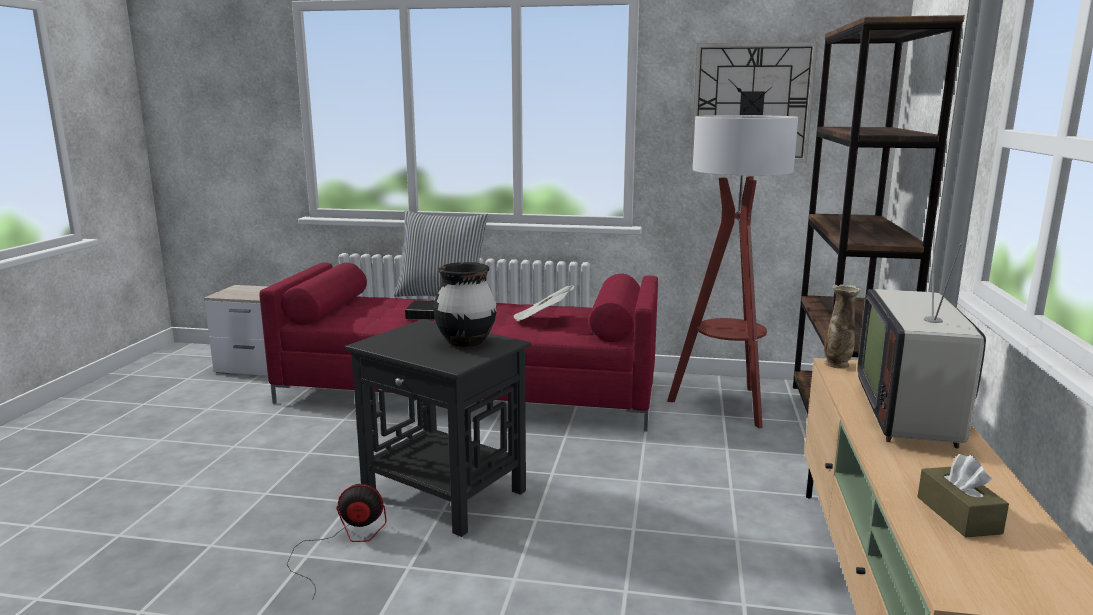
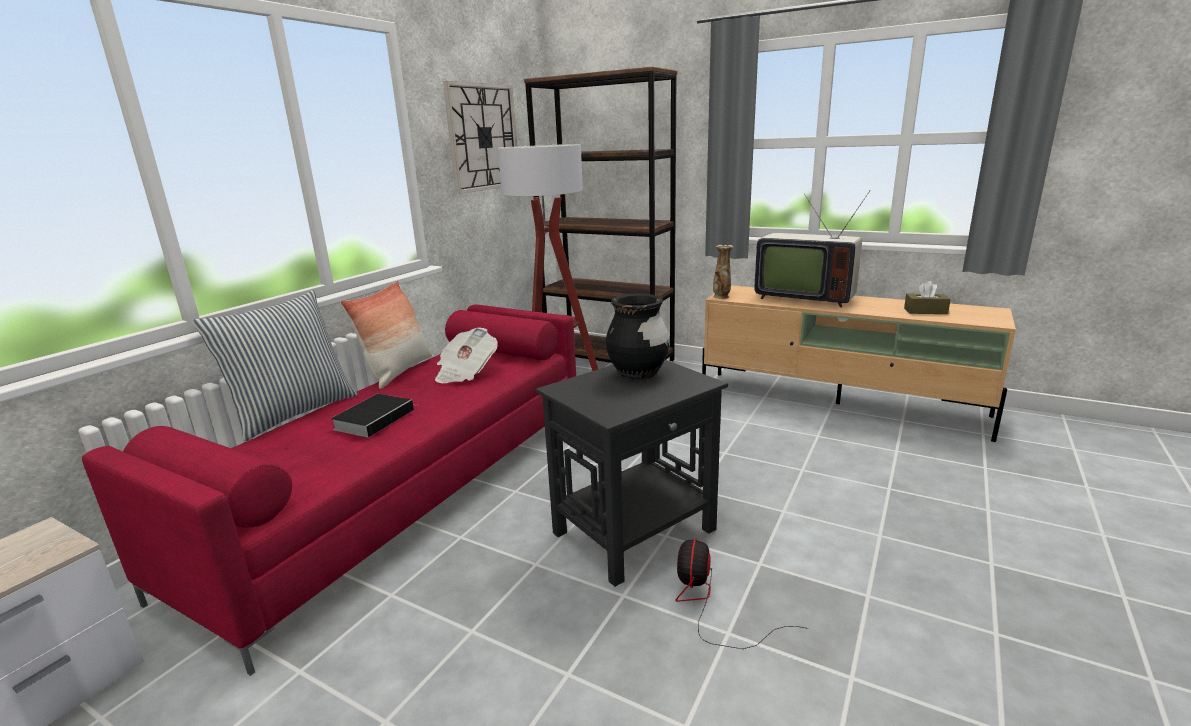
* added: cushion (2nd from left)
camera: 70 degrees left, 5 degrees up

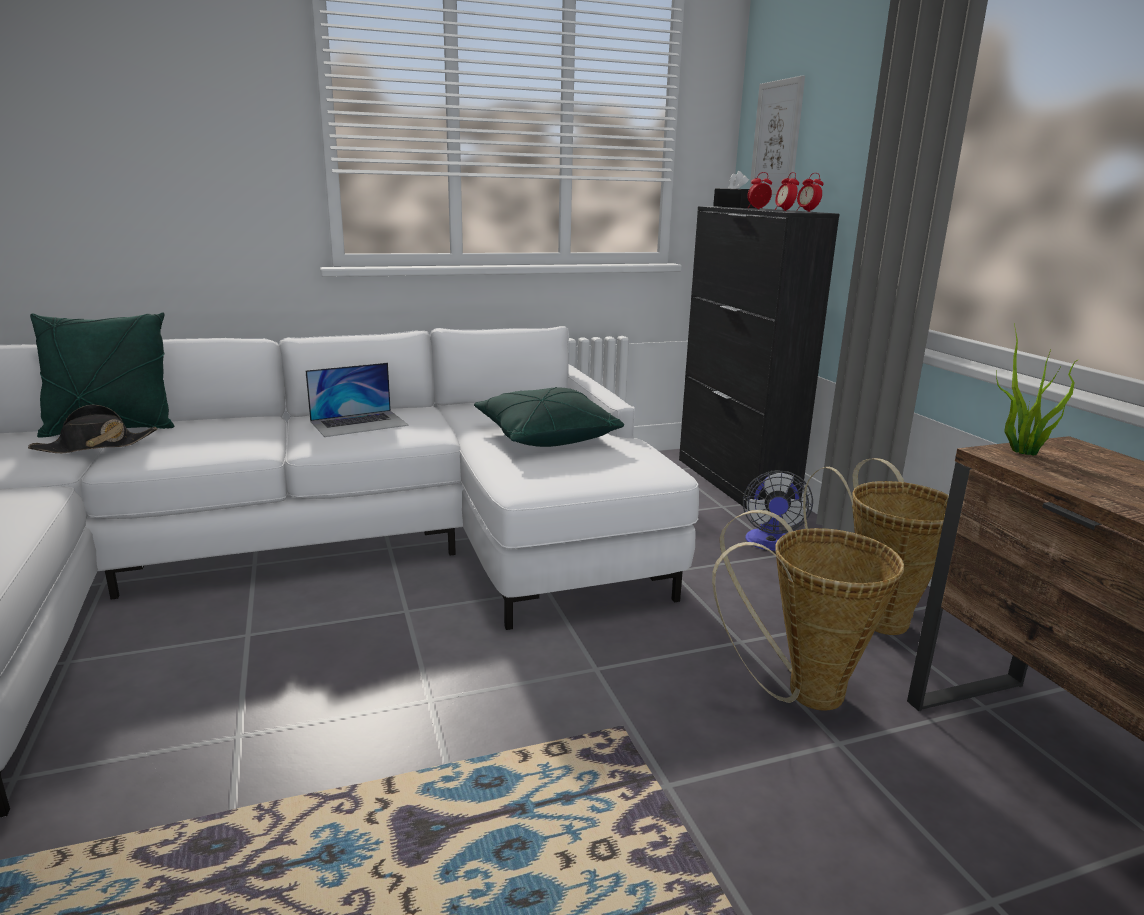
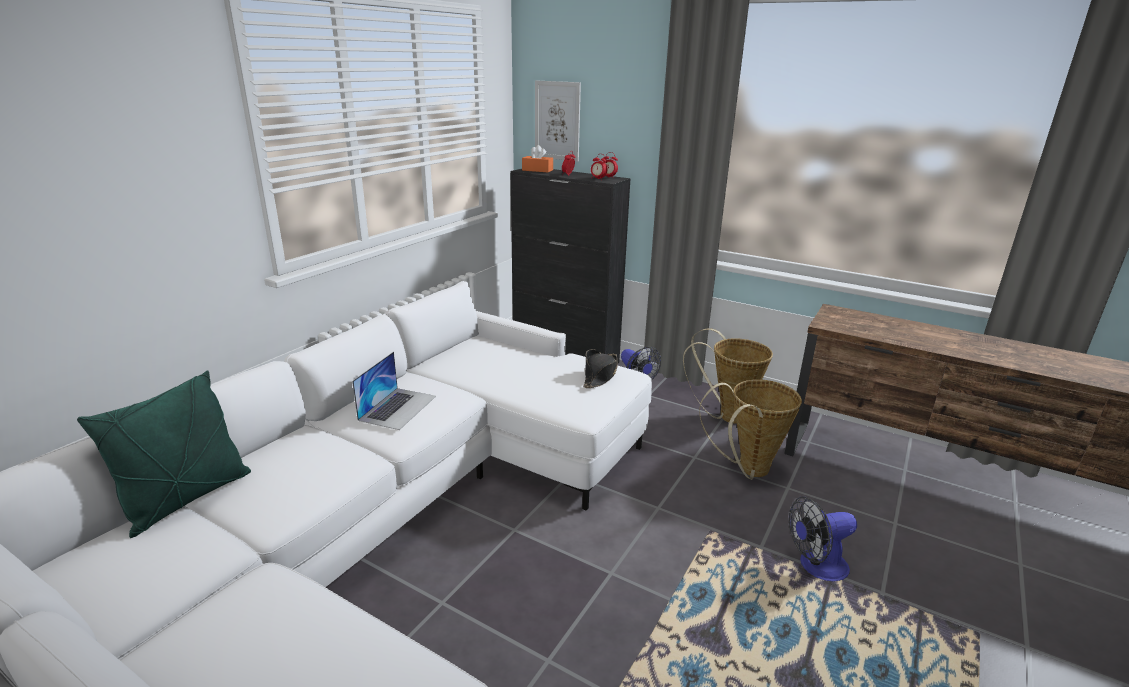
* moved: black wearable hat
* removed: greenish cushion (2nd from left)
* recoloured: black tissue holder to orange tissue holder
* removed: plant in a pot
* added: electric fan (2nd from left)
camera: 40 degrees left, 5 degrees up

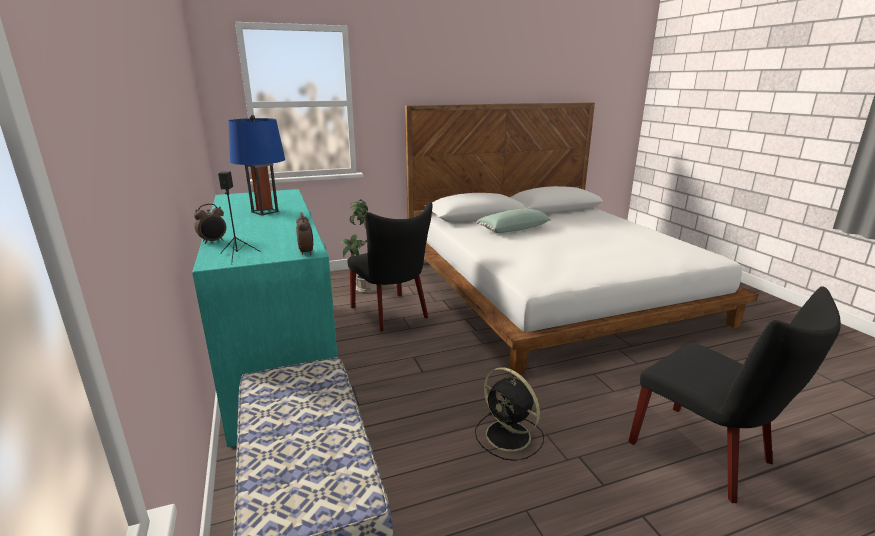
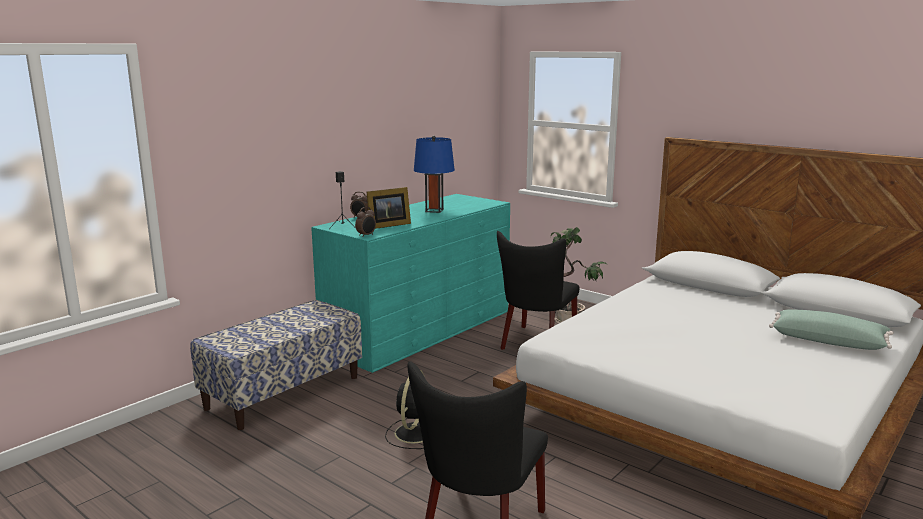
* moved: greenish cushion
* added: photo frame
camera: 60 degrees right, 5 degrees down

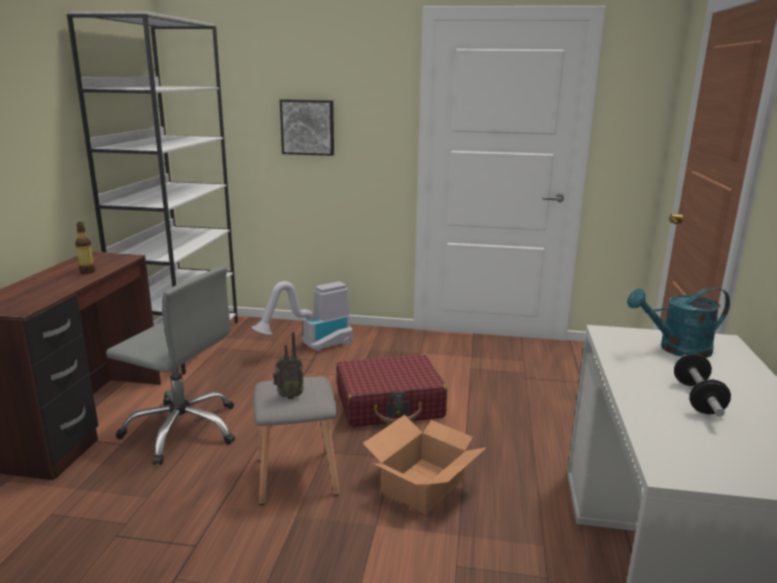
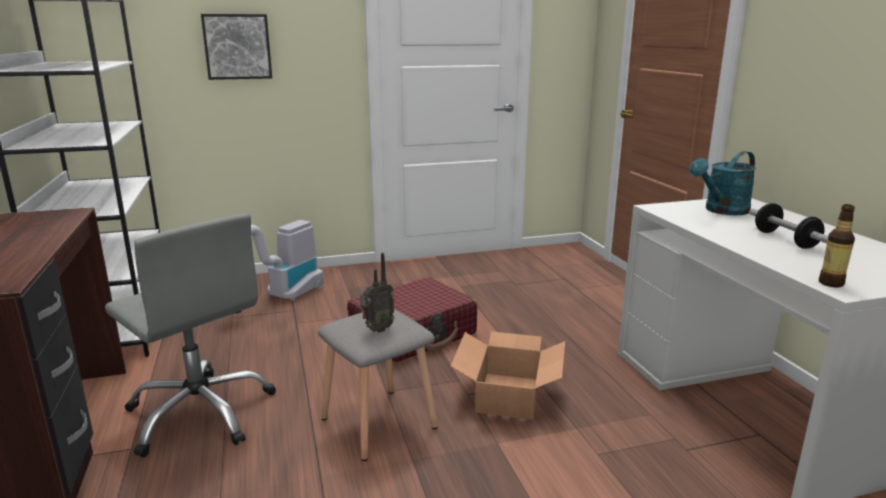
* moved: beverage bottle
* turned: gray office chair 45 degrees clockwise
camera: 25 degrees left, 0 degrees up

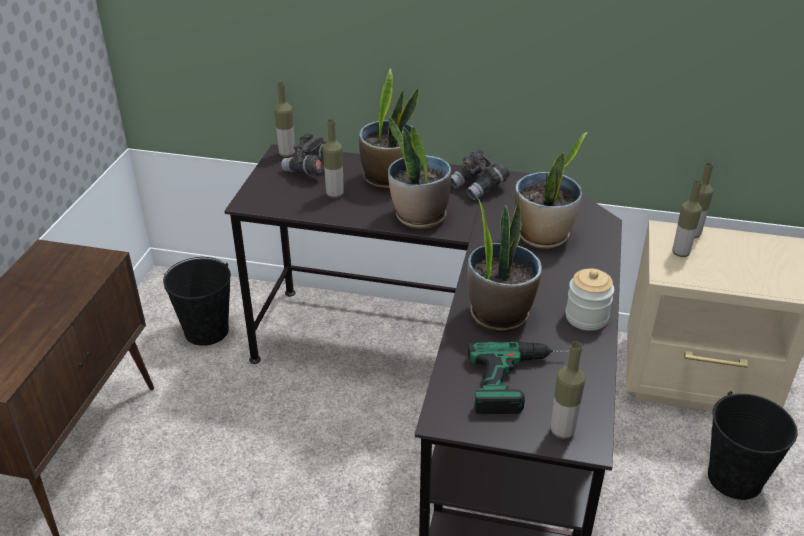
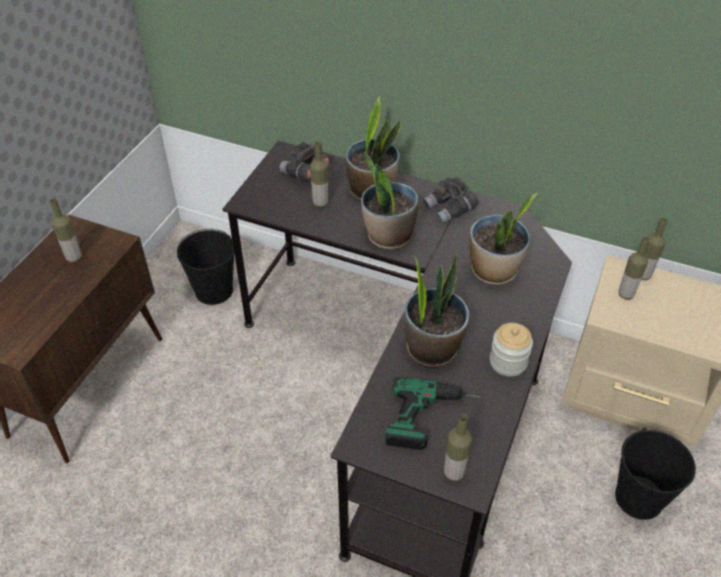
* moved: beverage bottle (1st from left)
camera: 10 degrees right, 10 degrees up

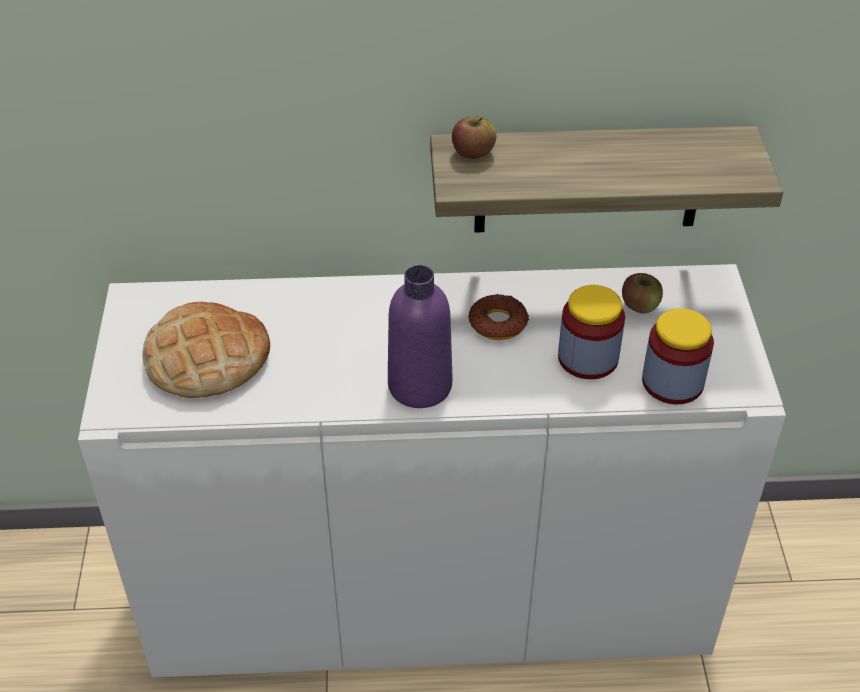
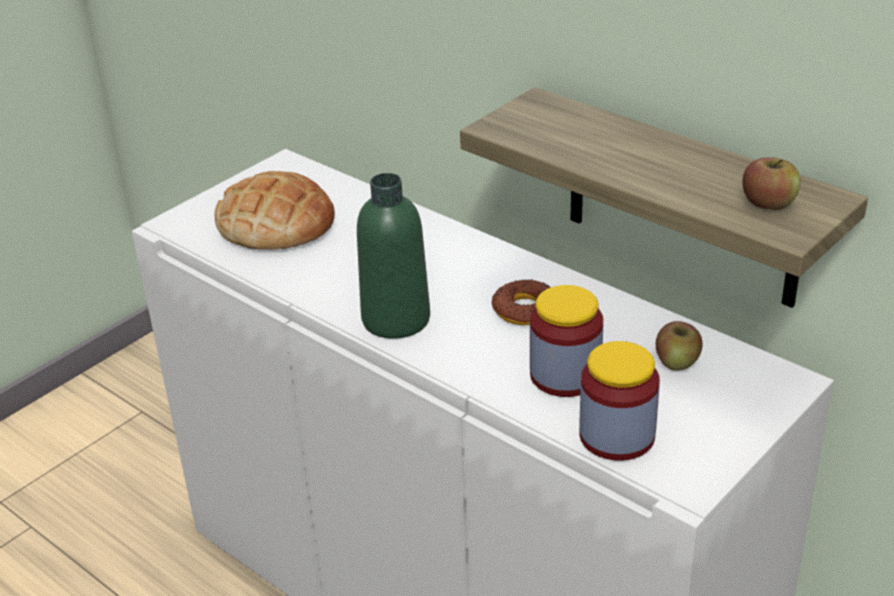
* recoloured: purple-coloured beverage bottle to greenish beverage bottle
* moved: whole apple (1st from left in the first image) to whole apple (2nd from left)
camera: 45 degrees right, 10 degrees down

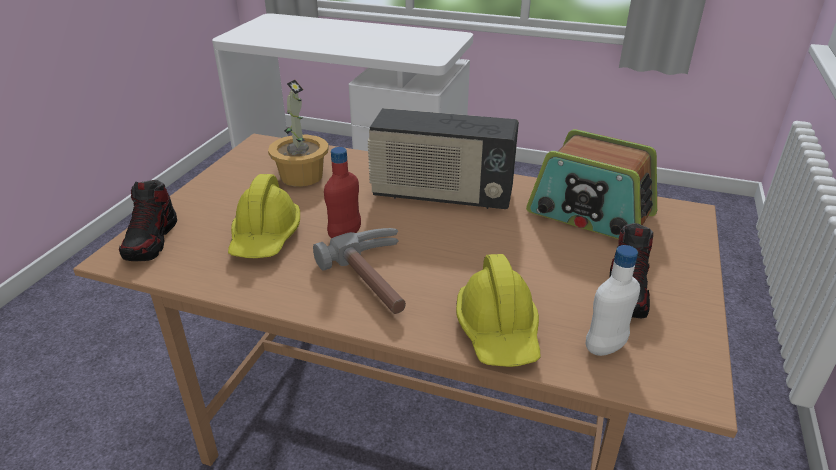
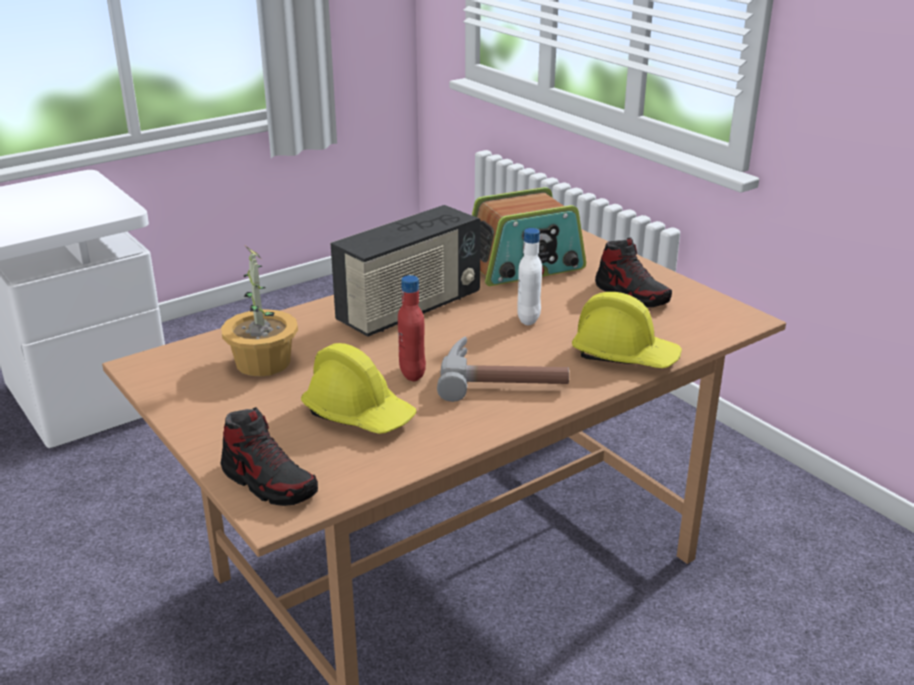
* moved: whitish beverage bottle
camera: 55 degrees left, 5 degrees down

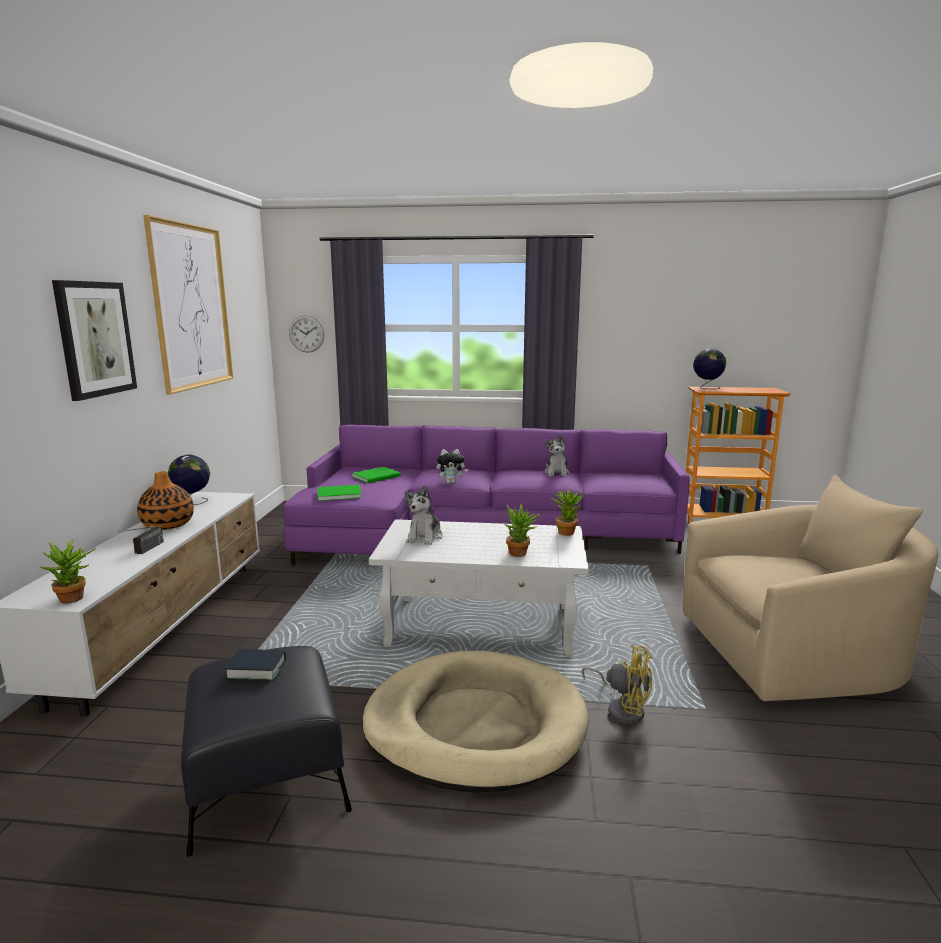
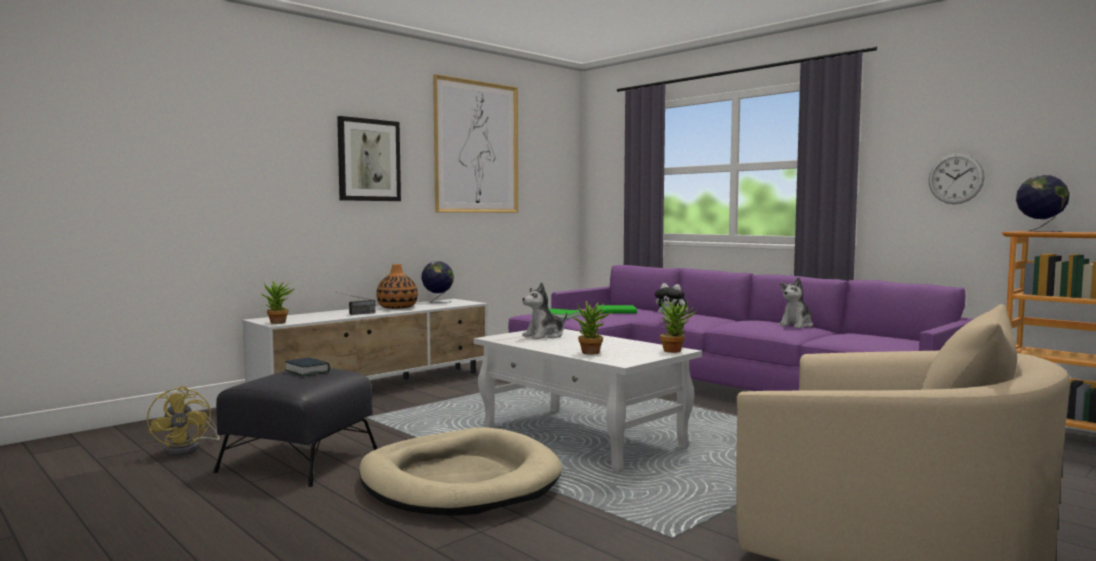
* moved: hanging clock
* moved: yellow-coloured electric fan
camera: 40 degrees right, 10 degrees down

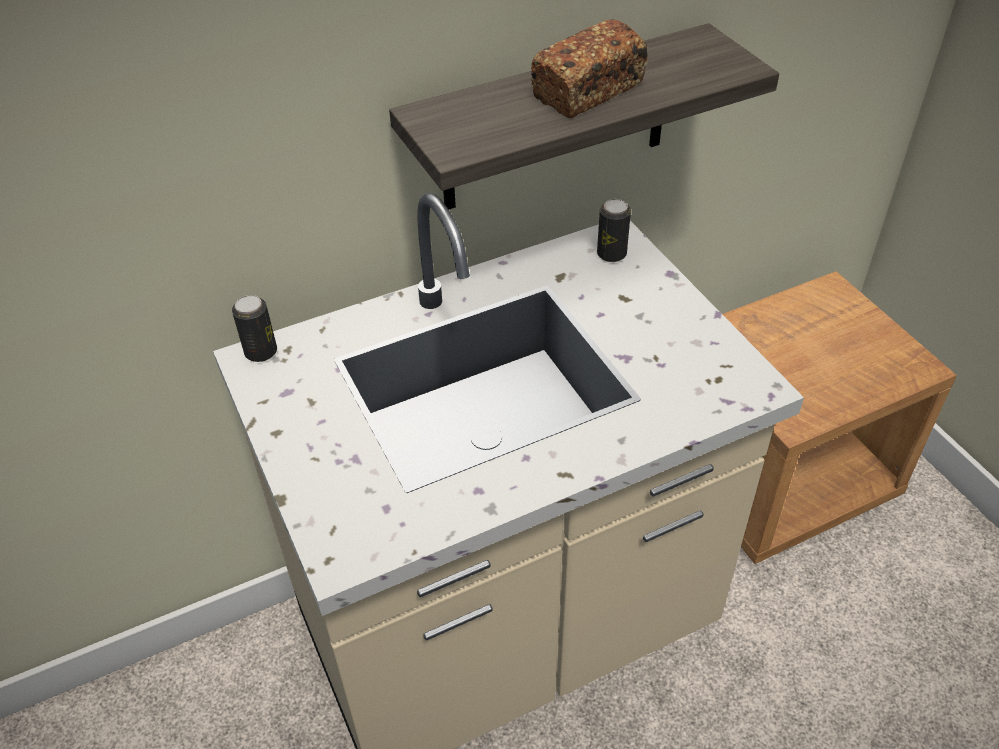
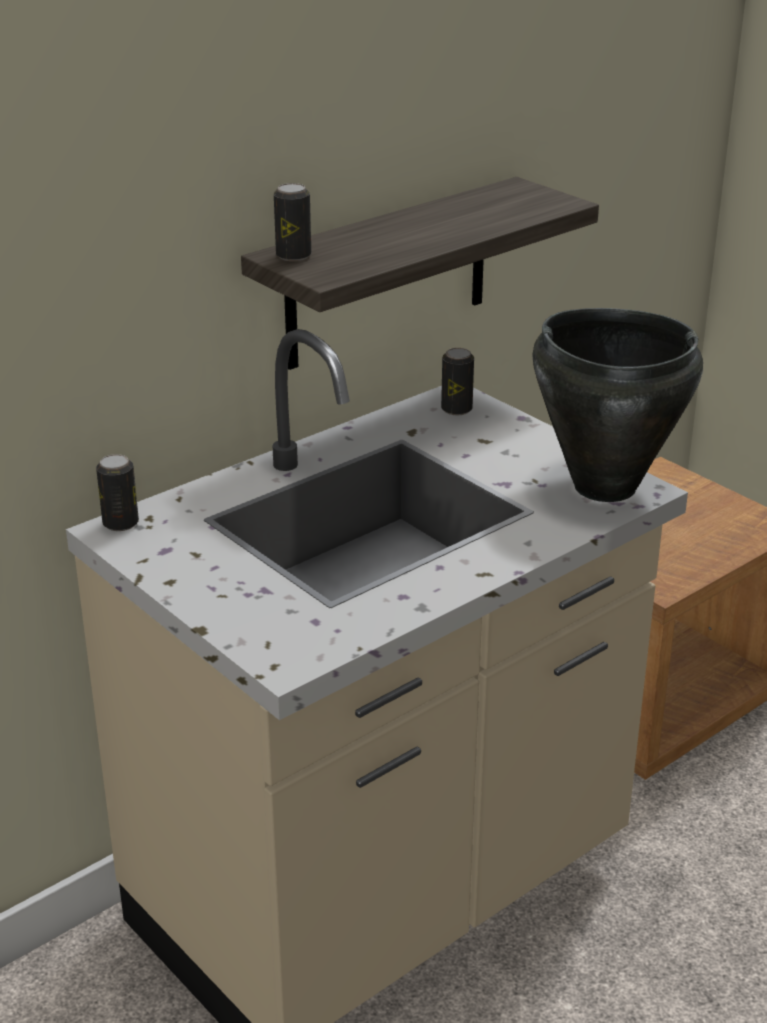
* removed: bread
* added: sealed can (2nd from left)
* added: black stockpot
camera: 15 degrees left, 15 degrees down

